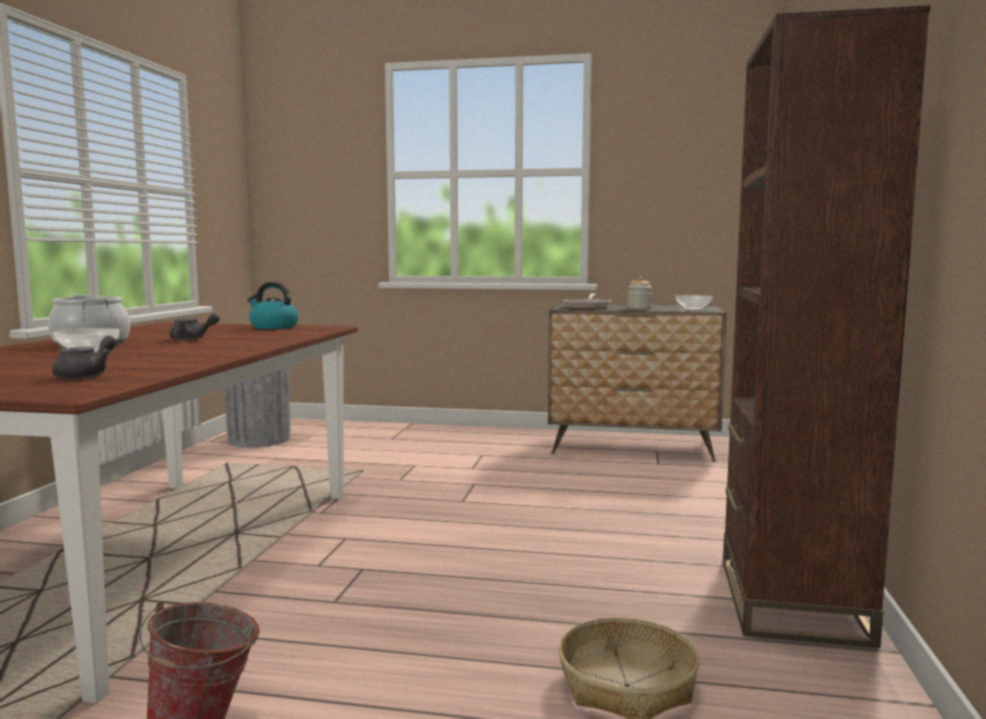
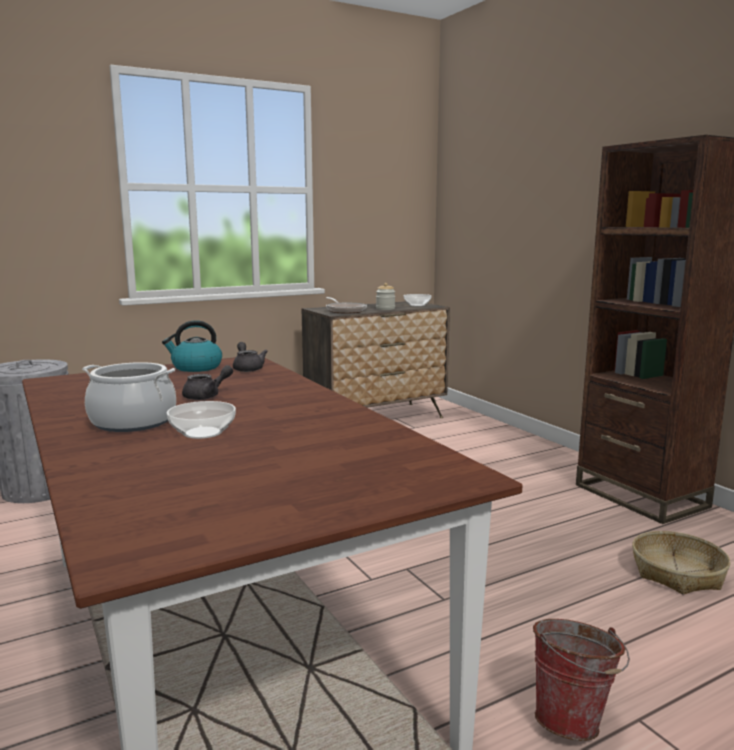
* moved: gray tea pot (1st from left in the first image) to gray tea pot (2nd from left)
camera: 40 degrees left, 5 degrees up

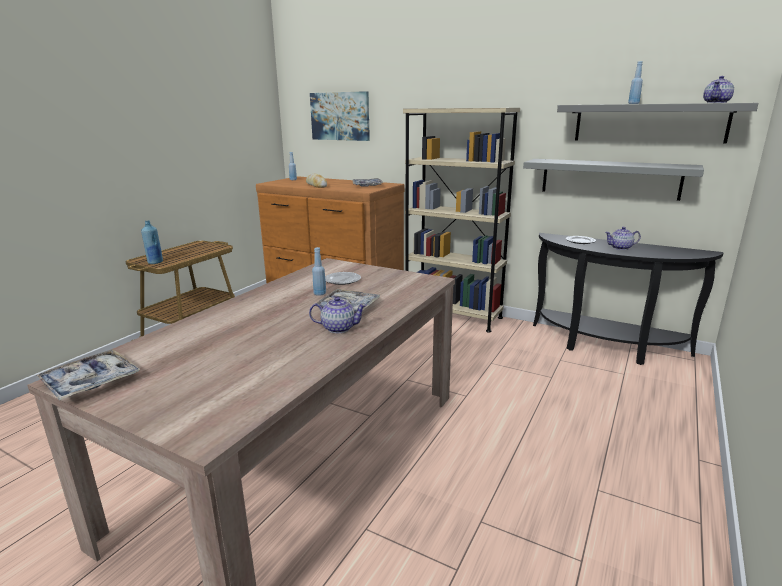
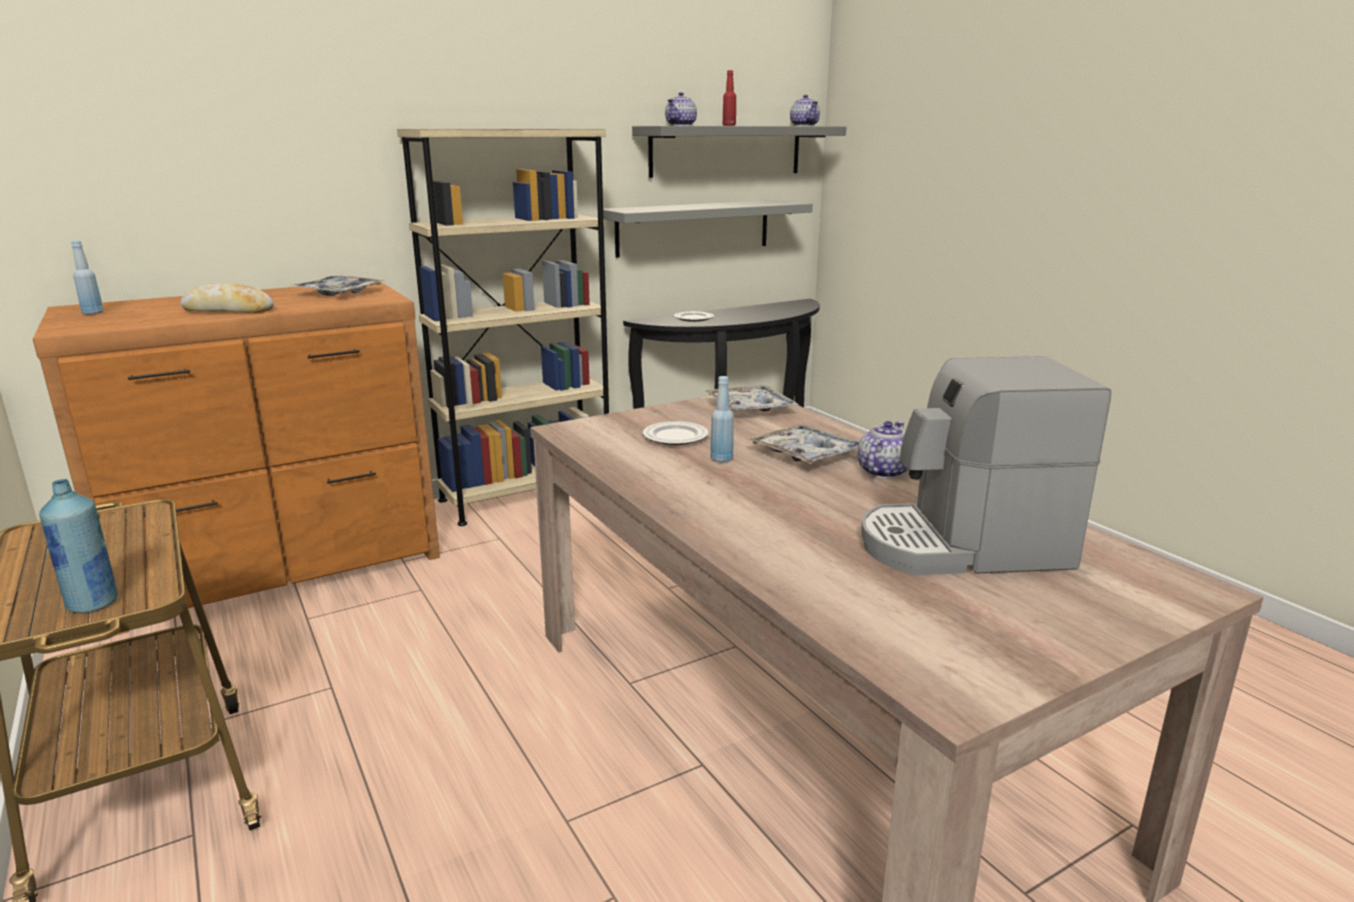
* moved: carrying tray (1st from left in the first image) to carrying tray (2nd from left)
* removed: wall art
* moved: tea pot (2nd from left in the first image) to tea pot (1st from left)
* recoloured: blue beverage bottle (4th from left) to red-coloured beverage bottle
* added: coffee machine
camera: 60 degrees left, 0 degrees up

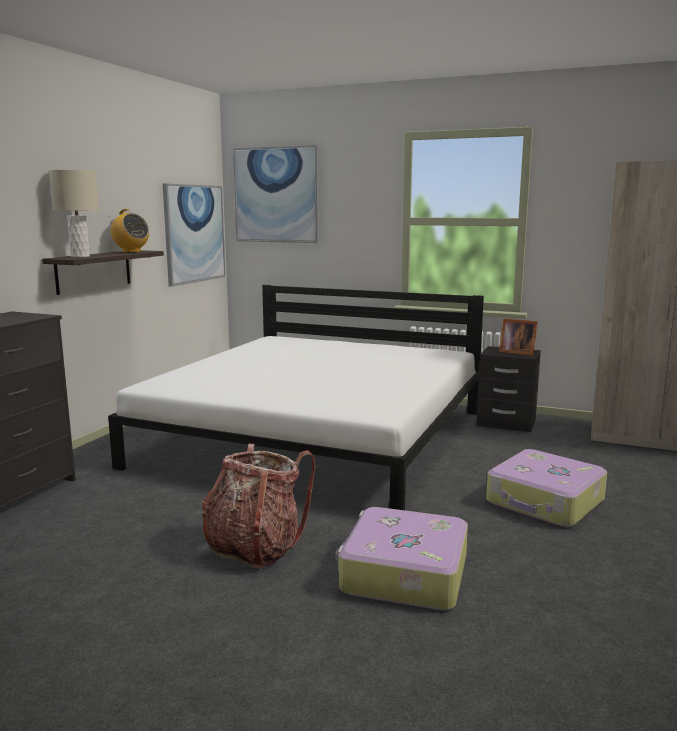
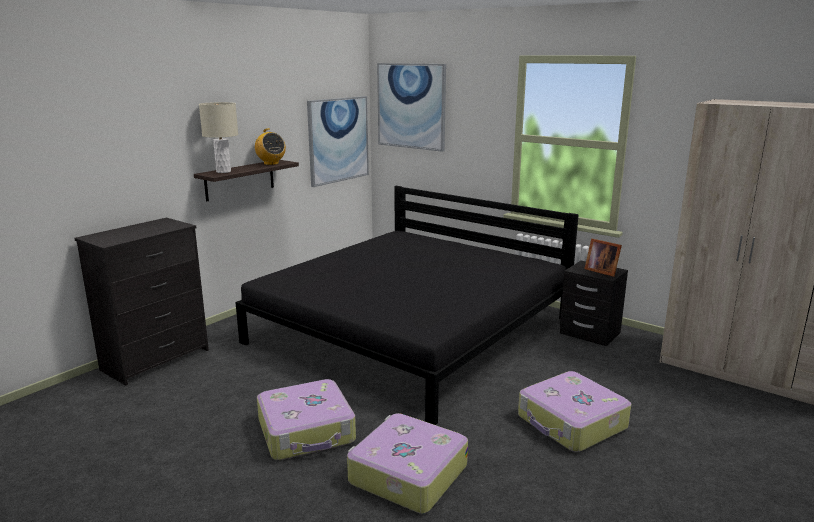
* recoloured: whitish bed to black bed
* replaced: backpack to piece of luggage (1st from left)
camera: 15 degrees right, 5 degrees up

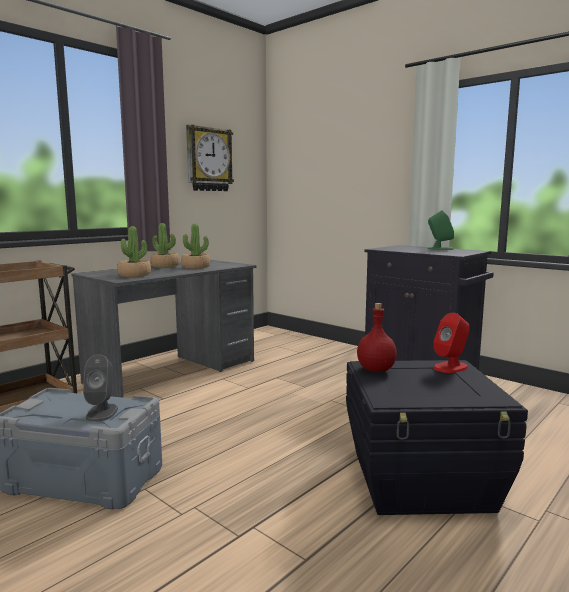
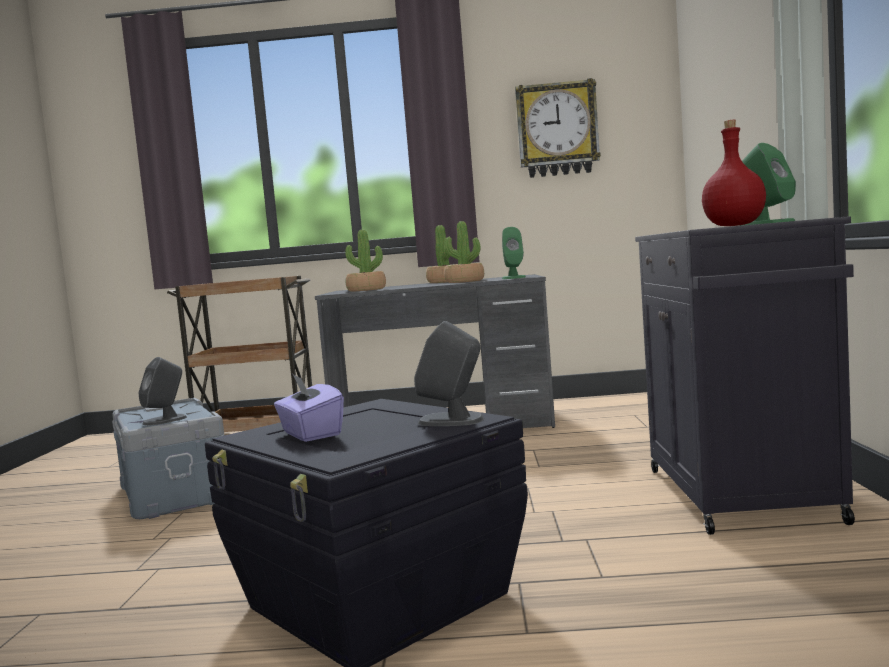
* moved: red-coloured beverage bottle
* recoloured: red-coloured loudspeaker to gray loudspeaker (2nd from left)
* added: purple-coloured tissue holder
* added: greenish loudspeaker (1st from left)
camera: 50 degrees right, 5 degrees down

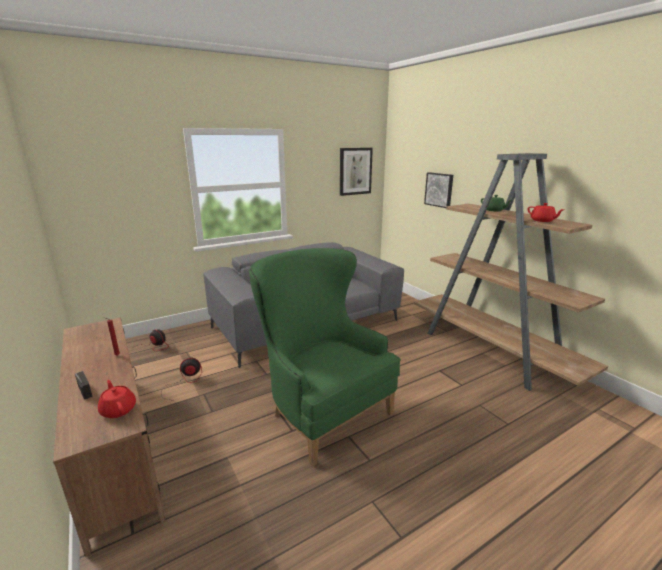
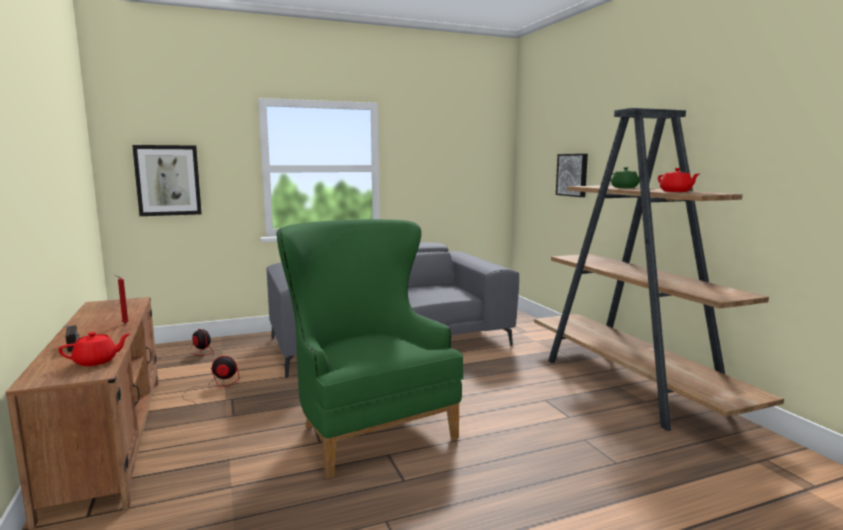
* turned: red-coloured tea pot (1st from left) 90 degrees clockwise
* moved: wall art (1st from left)
camera: 10 degrees right, 10 degrees down

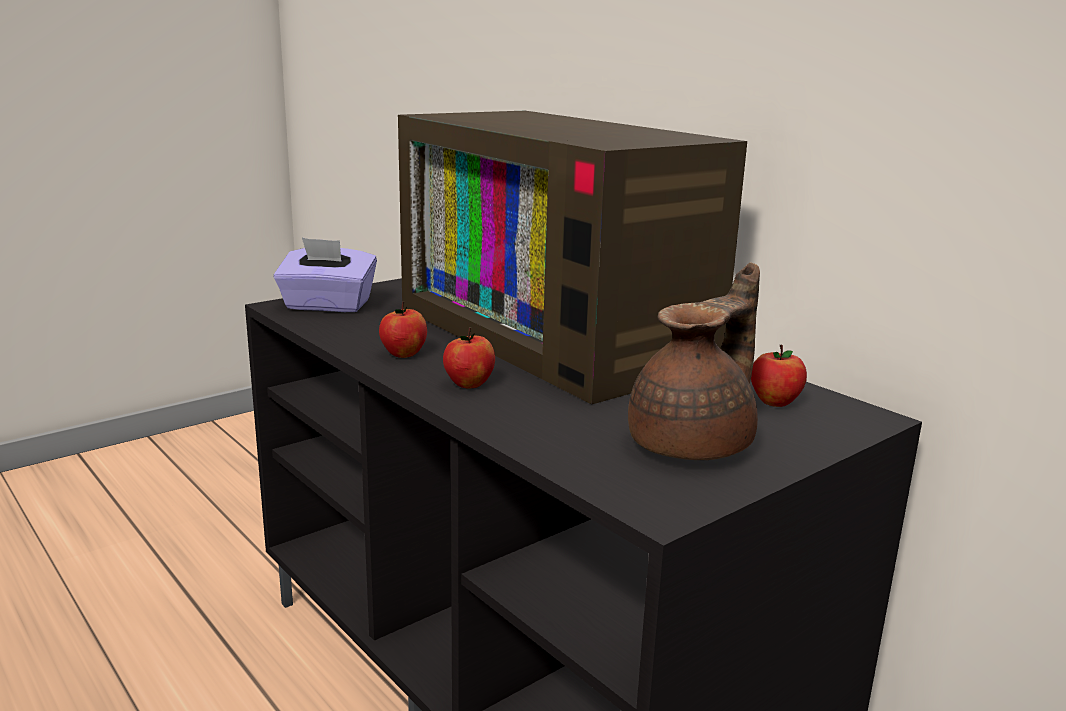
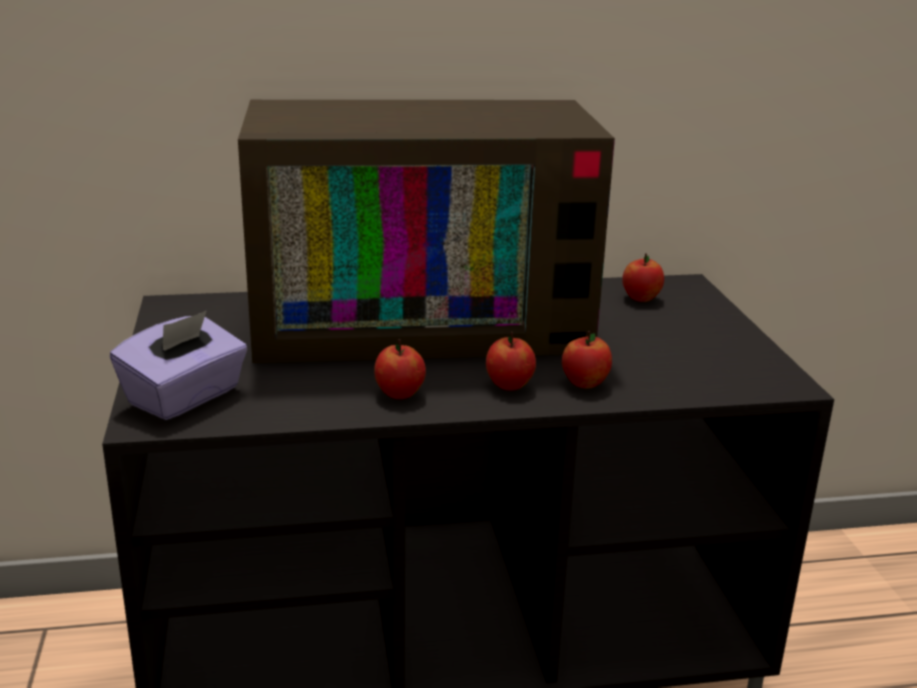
* removed: brown-coloured tea pot
* added: whole apple (3rd from left)
camera: 60 degrees left, 5 degrees up

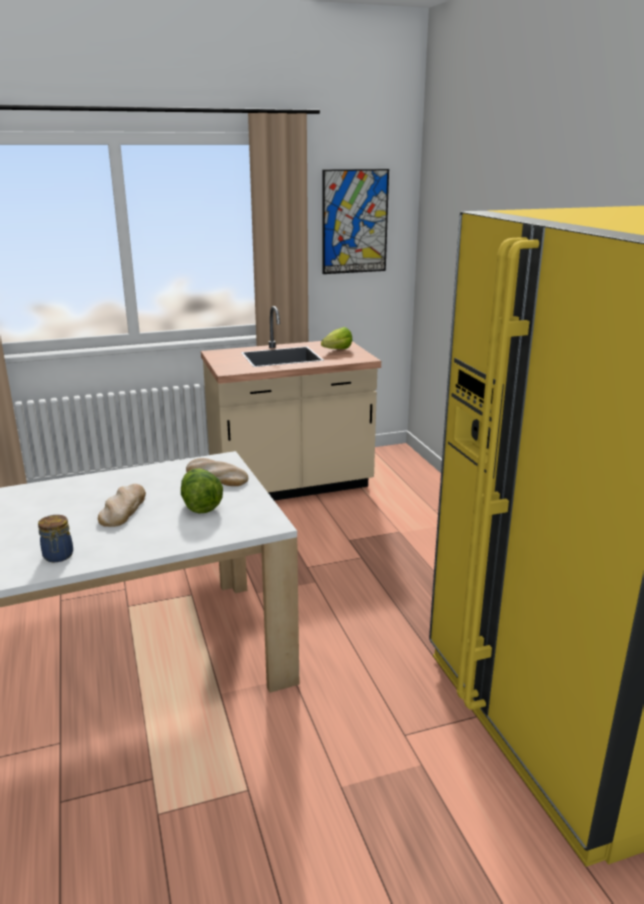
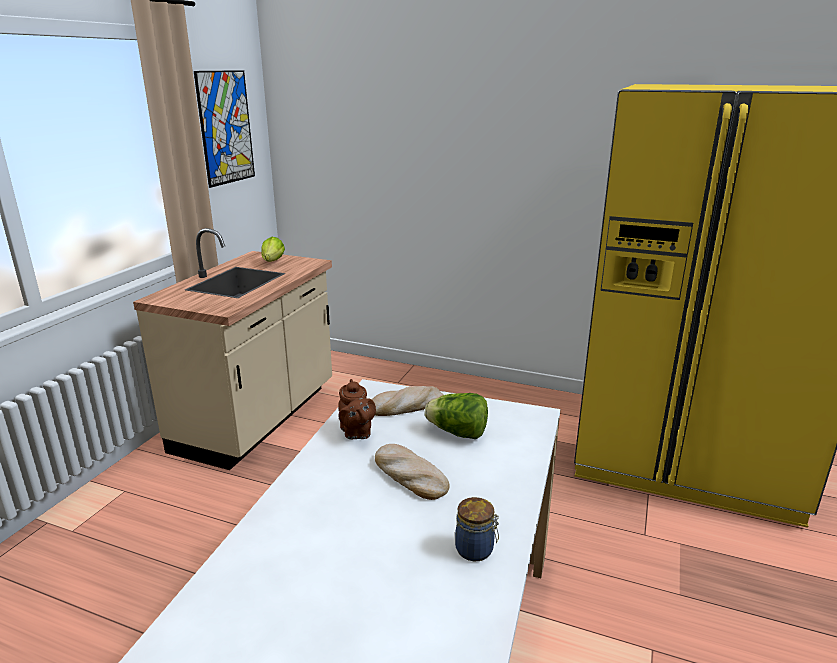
* added: brown-coloured tea pot
camera: 50 degrees left, 0 degrees up

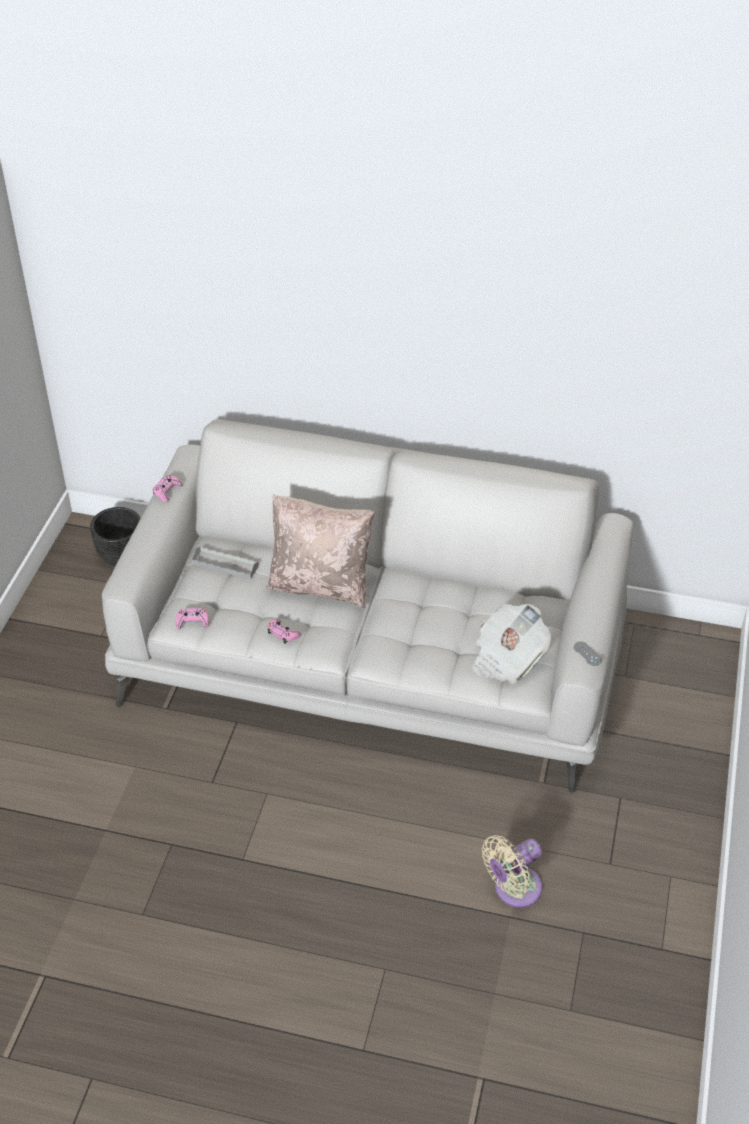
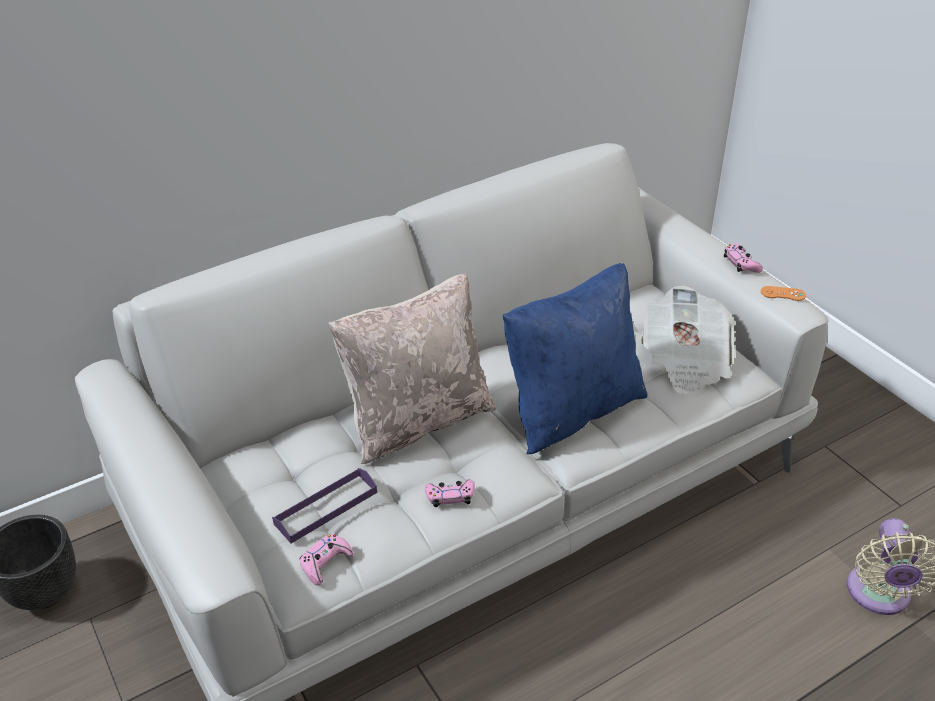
* moved: pink-coloured gamepad (1st from left in the first image) to pink-coloured gamepad (3rd from left)
* removed: gray carrying tray
* recoloured: gray gamepad to orange gamepad
* added: purple-coloured carrying tray
* added: blue cushion
camera: 45 degrees left, 5 degrees down

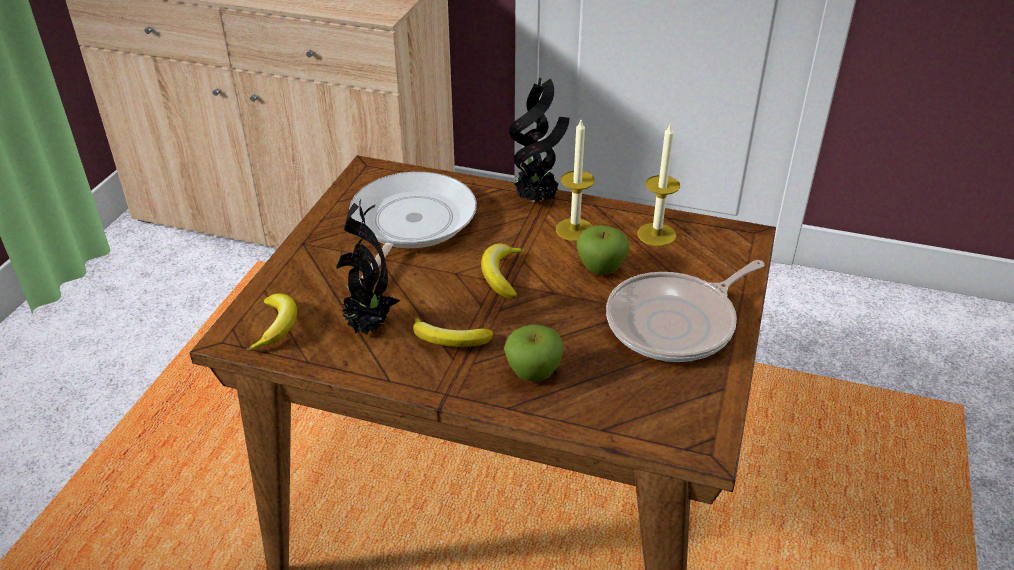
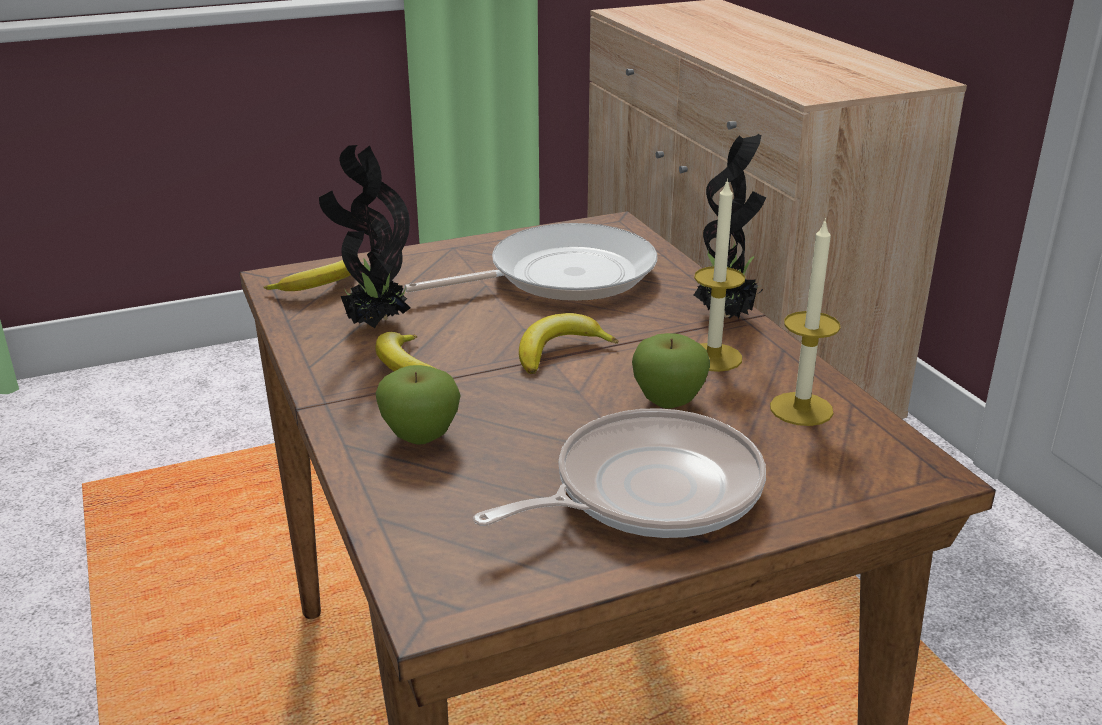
* turned: skillet (2nd from left) 135 degrees clockwise
camera: 50 degrees right, 10 degrees down

